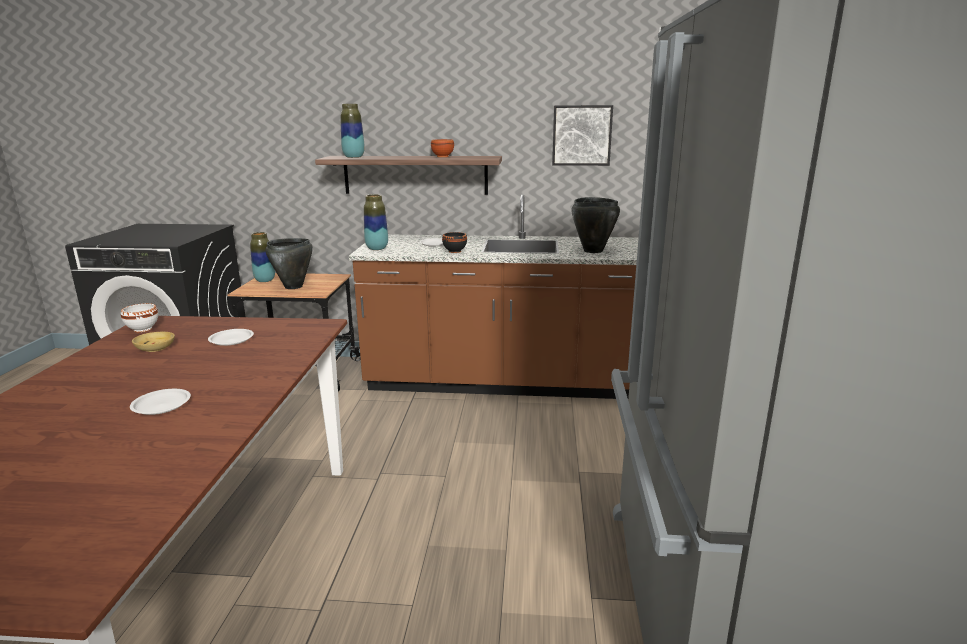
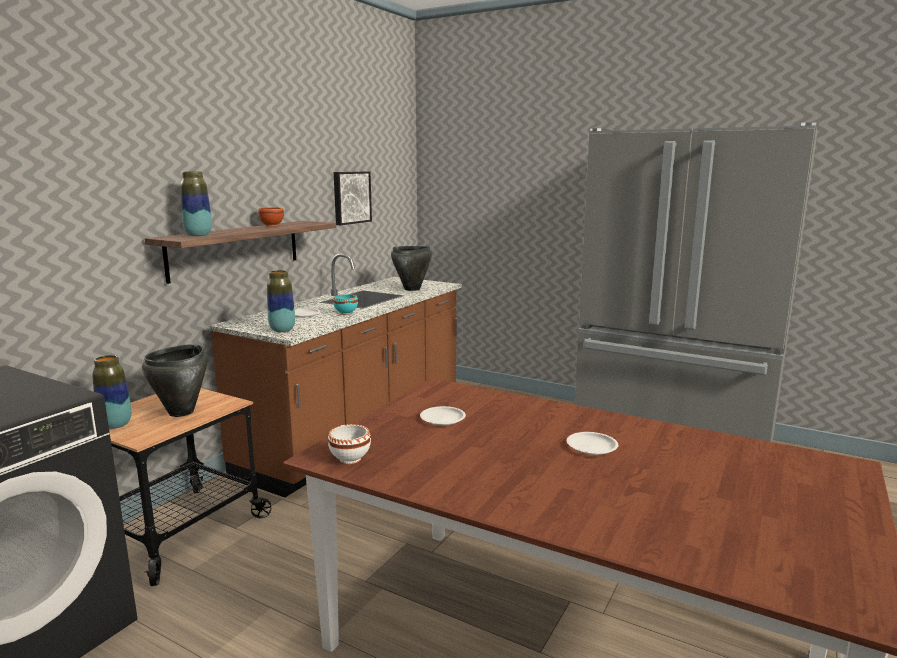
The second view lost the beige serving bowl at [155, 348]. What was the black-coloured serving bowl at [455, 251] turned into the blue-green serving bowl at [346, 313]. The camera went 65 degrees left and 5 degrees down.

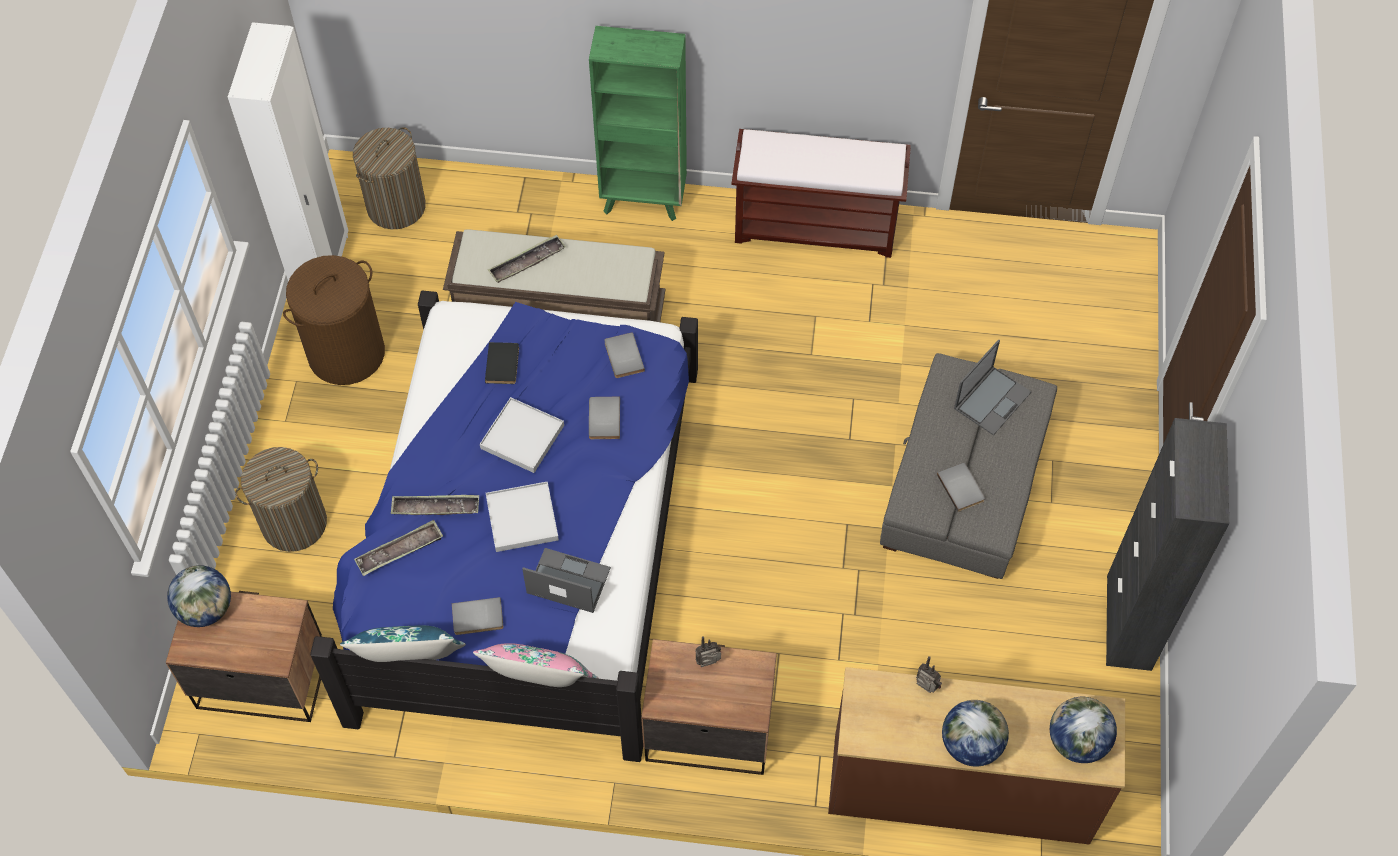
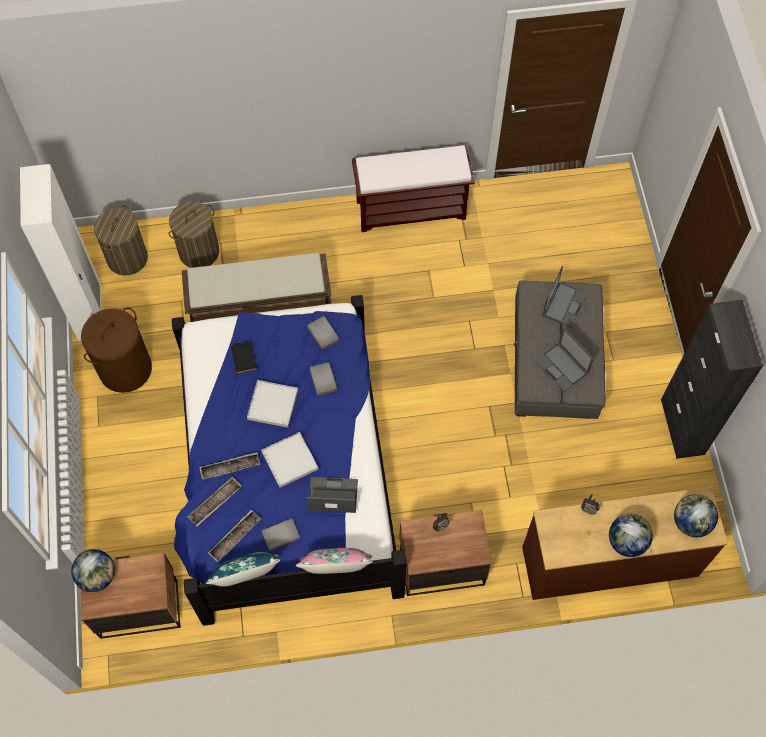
The second view lost the green-coloured bookcase at [644, 200]. The laundry basket ended up elsewhere, having gone from [294, 523] to [199, 252]. The carrying tray ended up elsewhere, having gone from [527, 262] to [235, 537]. Where the grey bound book stood at [962, 487], the notebook computer came to stand at [562, 367]. The camera went 15 degrees left and 5 degrees up.

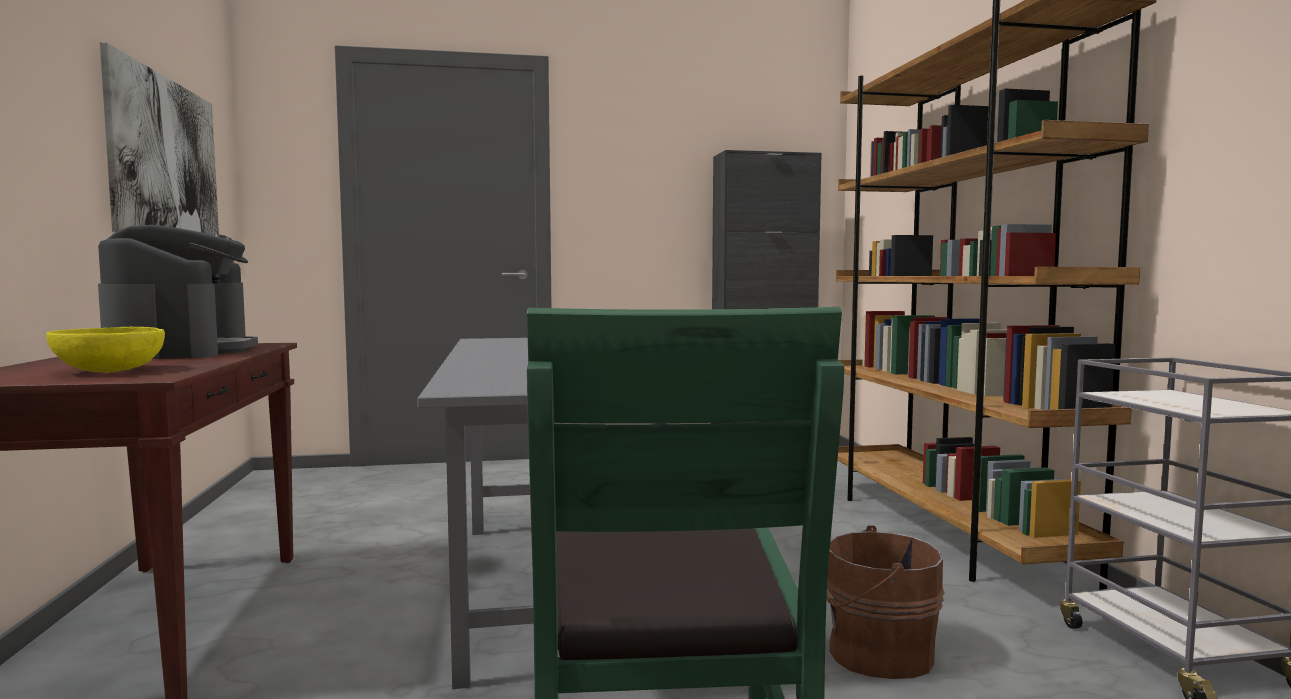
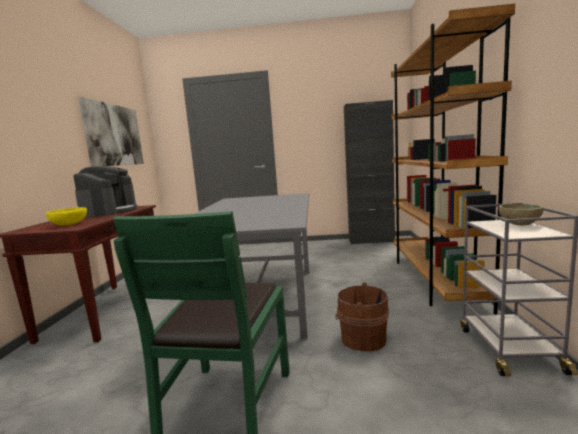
The second view gained the beige serving bowl at [519, 225]. The camera went 15 degrees right and 5 degrees up.

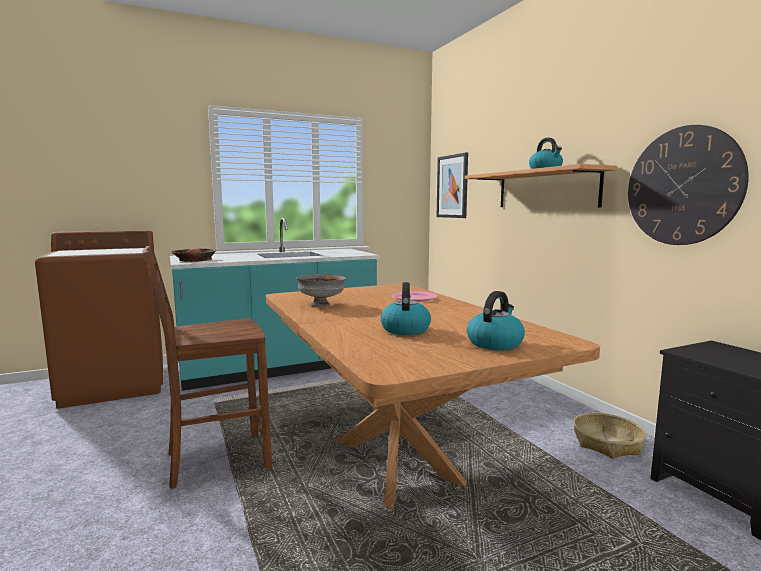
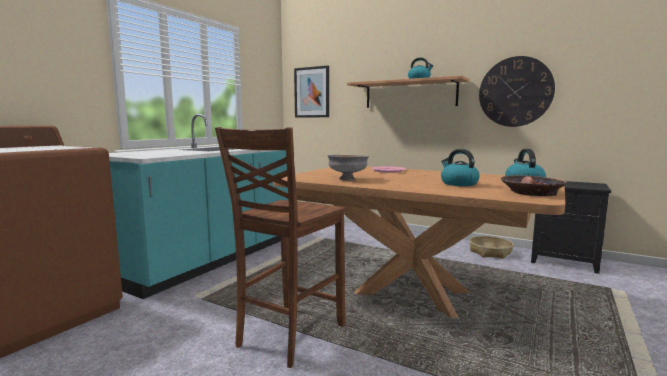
The serving bowl ended up elsewhere, having gone from [194, 260] to [531, 192]. The camera went 35 degrees left and 0 degrees up.

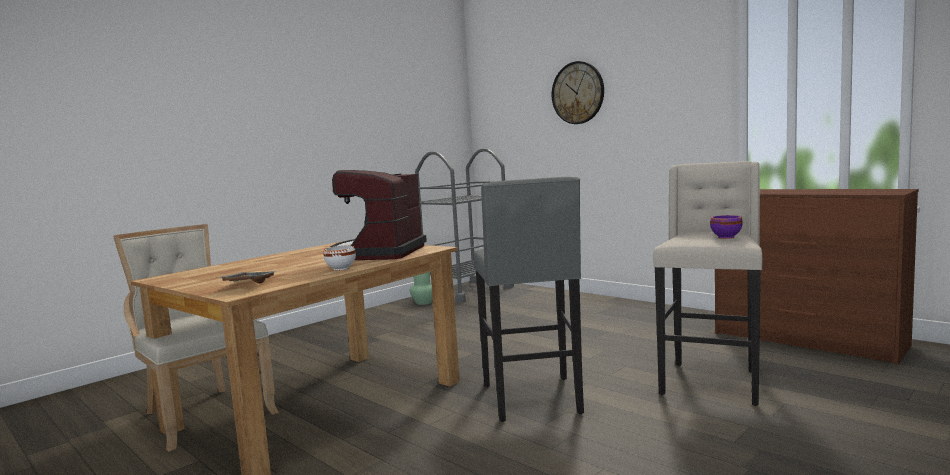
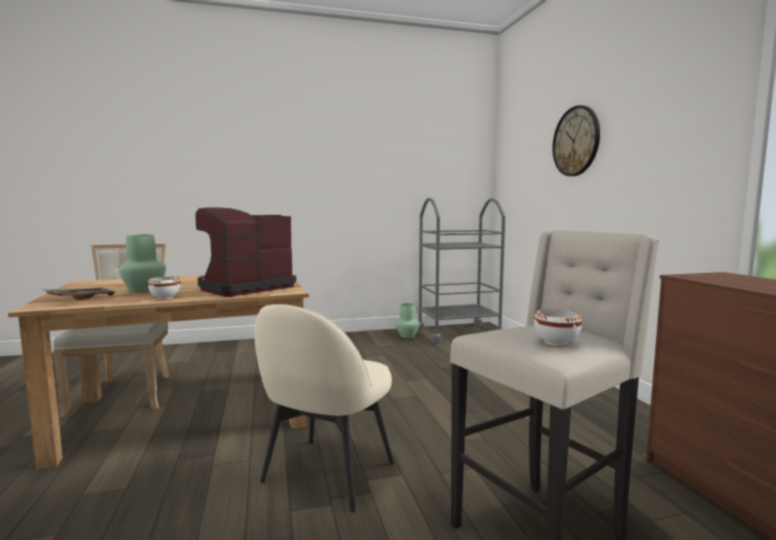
The second view gained the green-coloured decorative vase at [144, 290]. Where the grey stool stood at [533, 400], the beige plain chair came to stand at [326, 474]. What was the purple-coloured serving bowl at [727, 237] turned into the whitish serving bowl at [557, 344]. The camera went 30 degrees right and 0 degrees up.

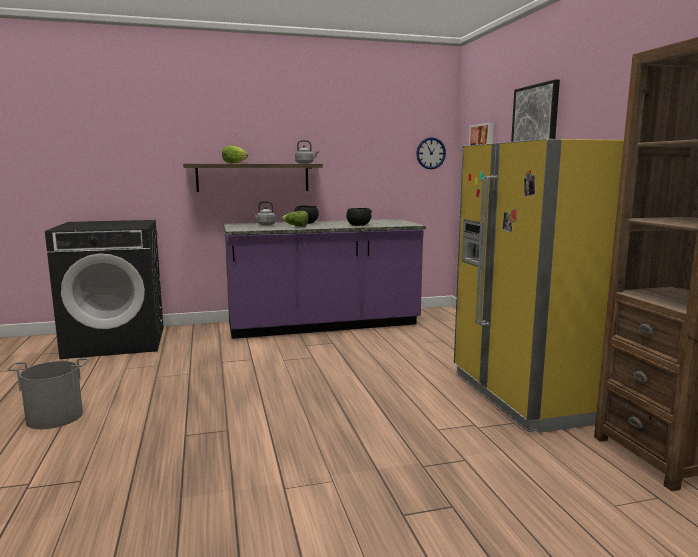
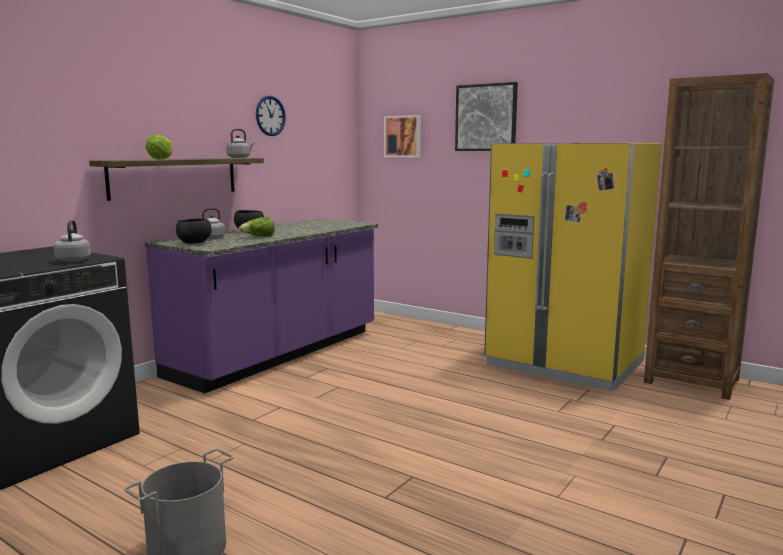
The second view gained the grey tea kettle at [74, 260]. The black-coloured serving bowl ended up elsewhere, having gone from [358, 226] to [194, 243]. The wall clock ended up elsewhere, having gone from [430, 153] to [270, 116]. The camera went 40 degrees left and 0 degrees up.

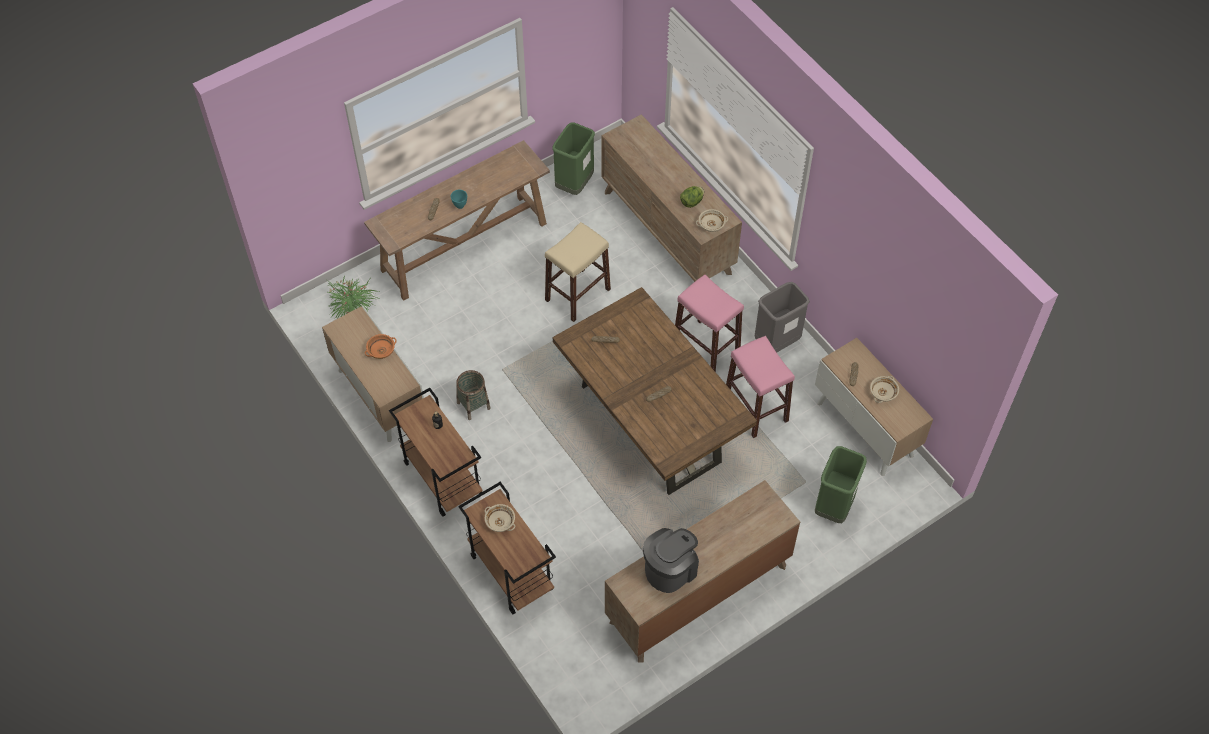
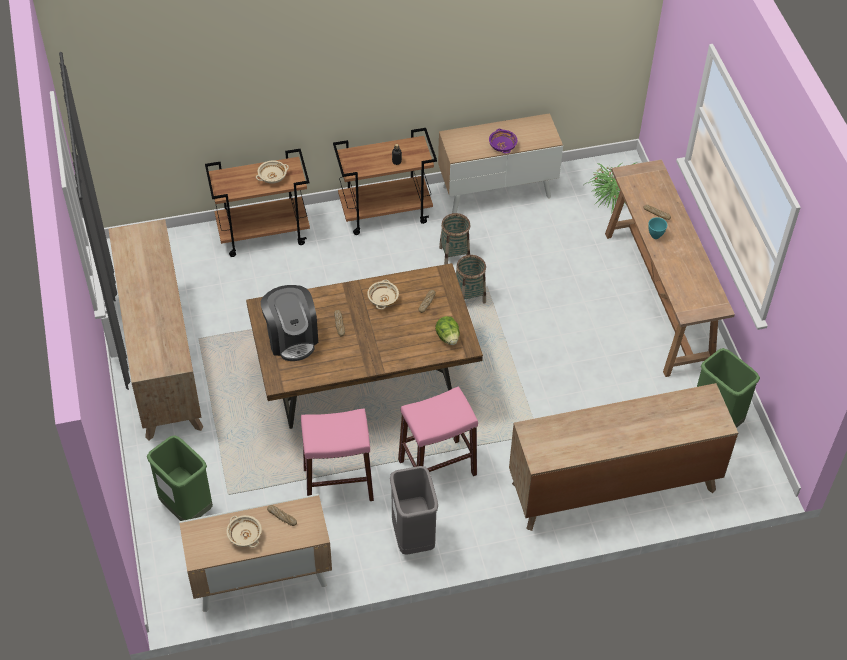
The second view lost the beige stool at [578, 294]. The second view gained the household basket at [469, 296]. The coffee brewer ended up elsewhere, having gone from [670, 569] to [291, 337]. The lettuce head ended up elsewhere, having gone from [691, 202] to [447, 337]. The beige serving bowl ended up elsewhere, having gone from [711, 225] to [383, 299]. What was the orange-coloured serving bowl at [381, 350] turned into the purple-coloured serving bowl at [502, 146]. The camera went 110 degrees right and 5 degrees down.

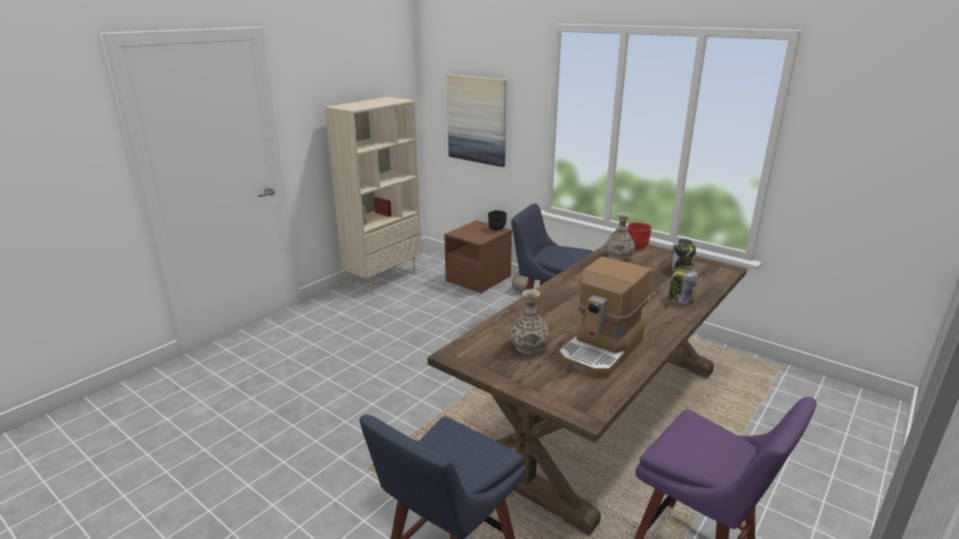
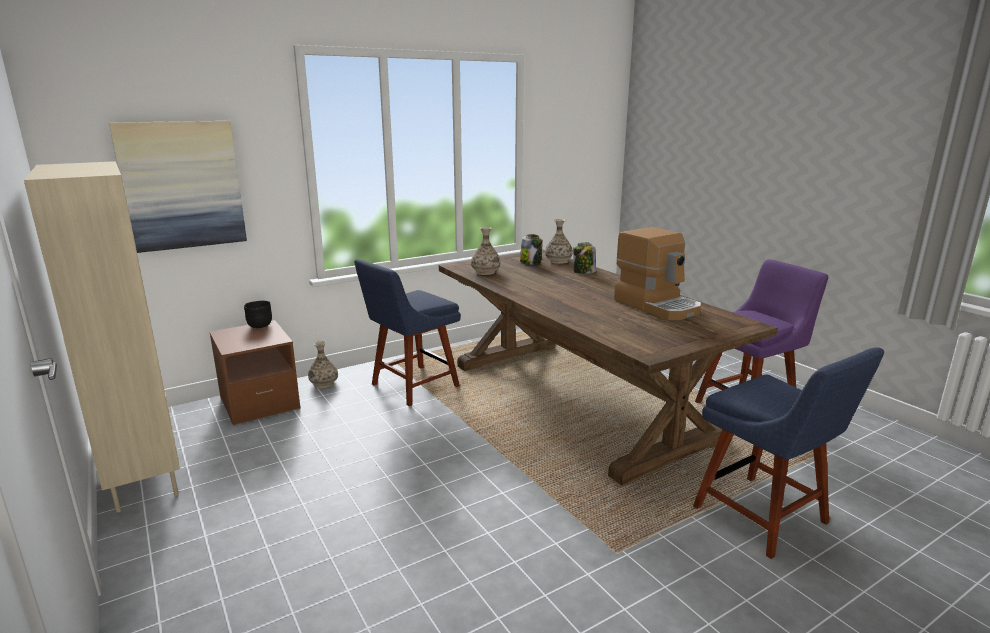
The second view lost the reddish serving bowl at [637, 246]. The decorative vase ended up elsewhere, having gone from [529, 347] to [558, 261]. The camera went 70 degrees left and 5 degrees down.

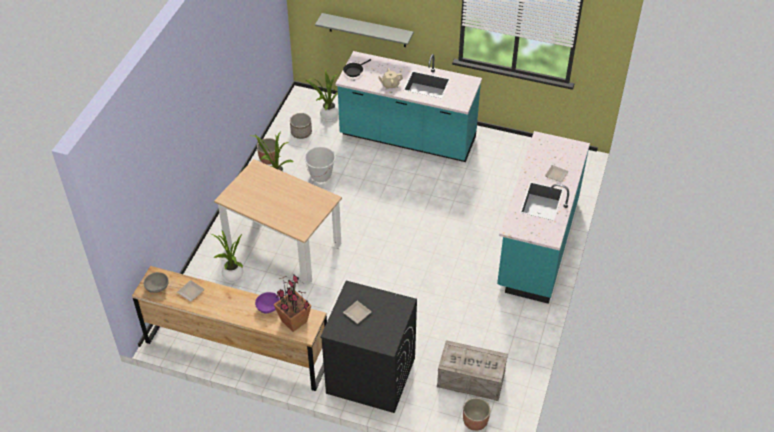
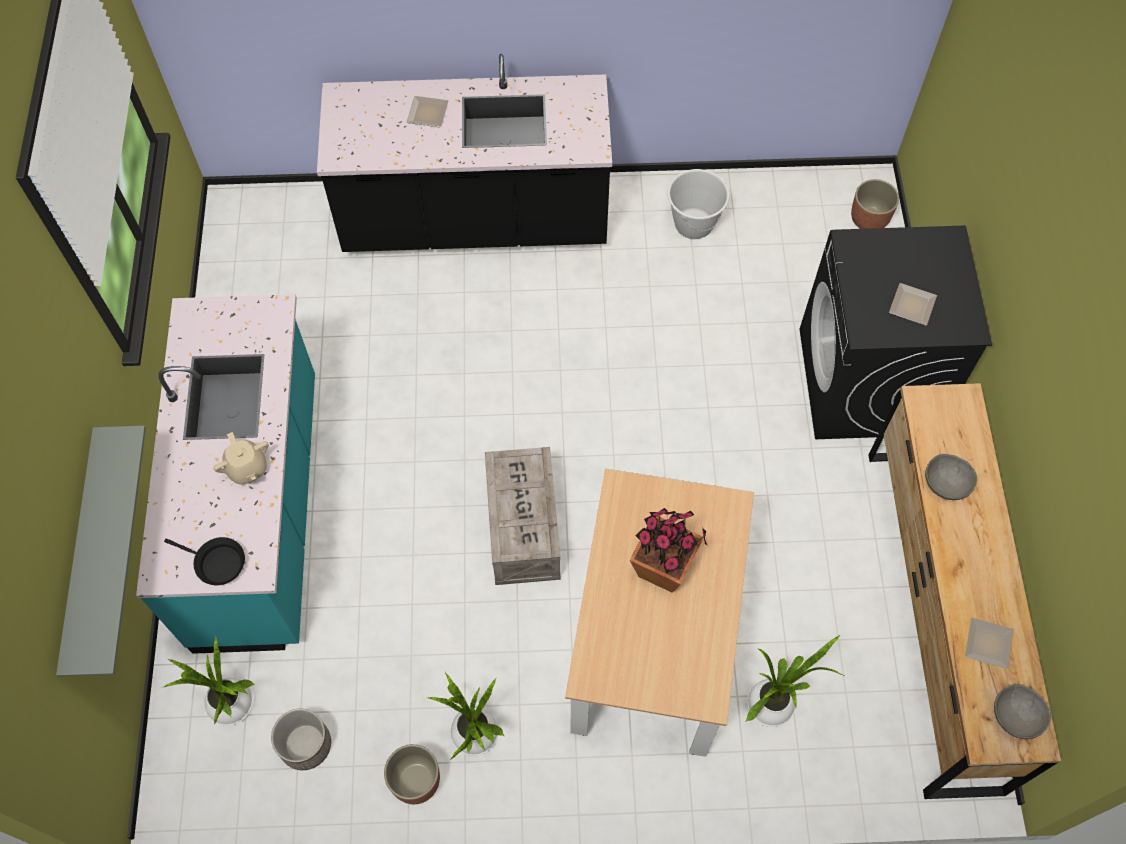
The potted plant ended up elsewhere, having gone from [294, 321] to [664, 569]. The whitish pail ended up elsewhere, having gone from [321, 175] to [693, 224]. The crate ended up elsewhere, having gone from [469, 380] to [524, 529]. What was the purple-coloured serving bowl at [268, 307] turned into the grey serving bowl at [945, 484]. What was the blue-green counter at [537, 243] turned into the black-coloured counter at [475, 222]. The camera went 110 degrees left and 15 degrees up.

